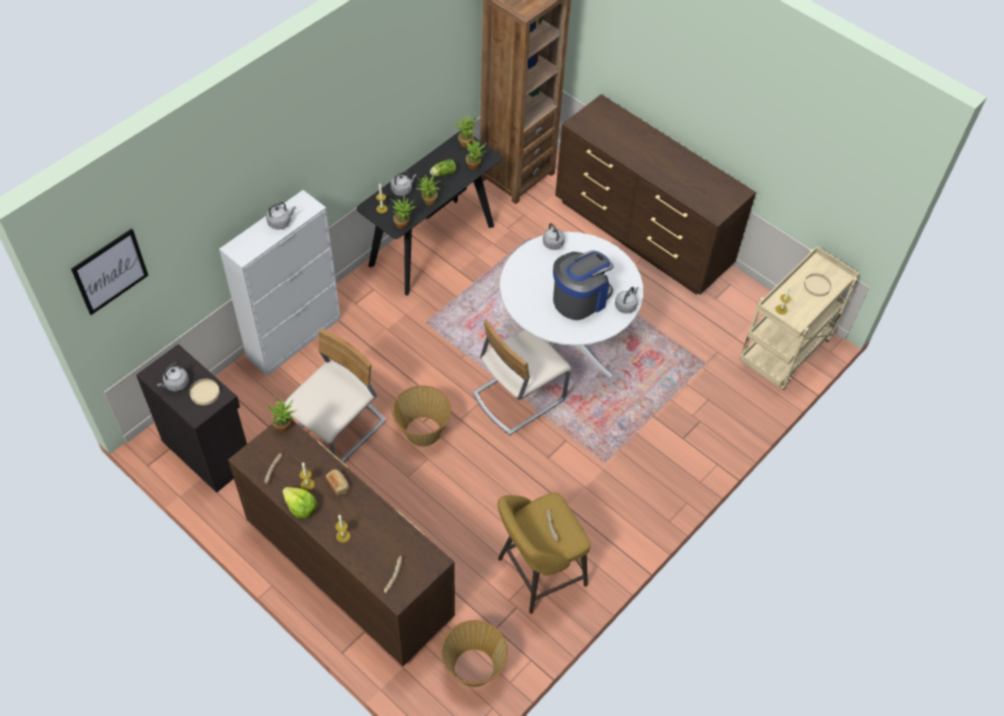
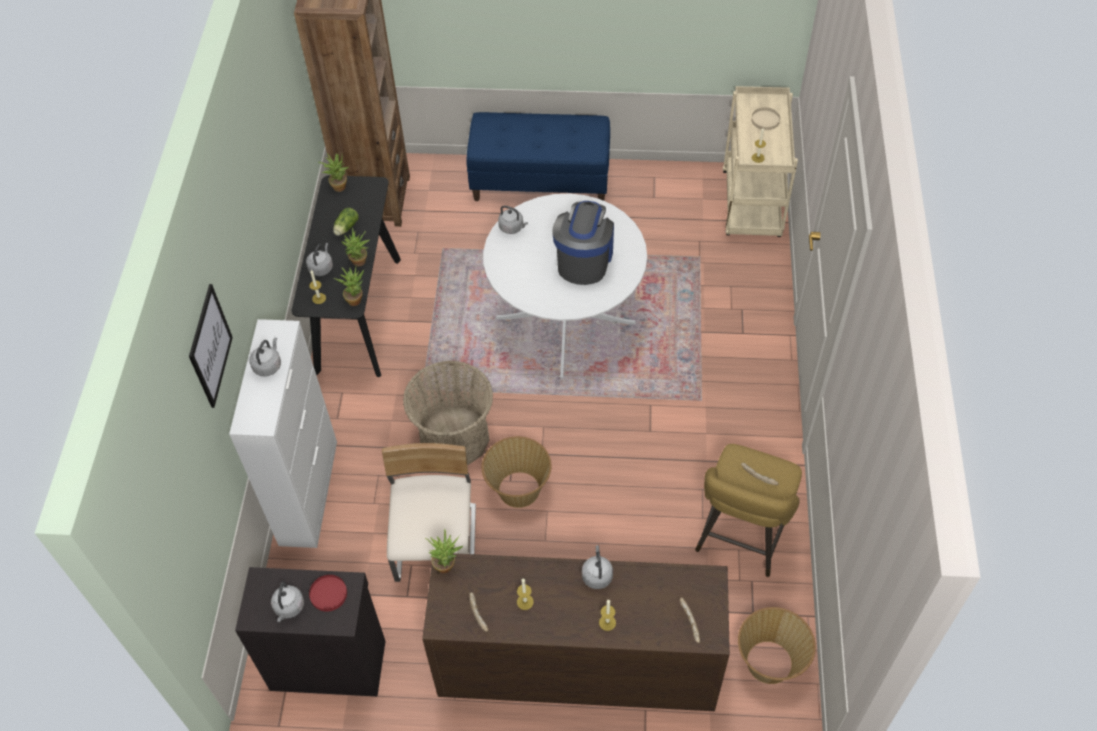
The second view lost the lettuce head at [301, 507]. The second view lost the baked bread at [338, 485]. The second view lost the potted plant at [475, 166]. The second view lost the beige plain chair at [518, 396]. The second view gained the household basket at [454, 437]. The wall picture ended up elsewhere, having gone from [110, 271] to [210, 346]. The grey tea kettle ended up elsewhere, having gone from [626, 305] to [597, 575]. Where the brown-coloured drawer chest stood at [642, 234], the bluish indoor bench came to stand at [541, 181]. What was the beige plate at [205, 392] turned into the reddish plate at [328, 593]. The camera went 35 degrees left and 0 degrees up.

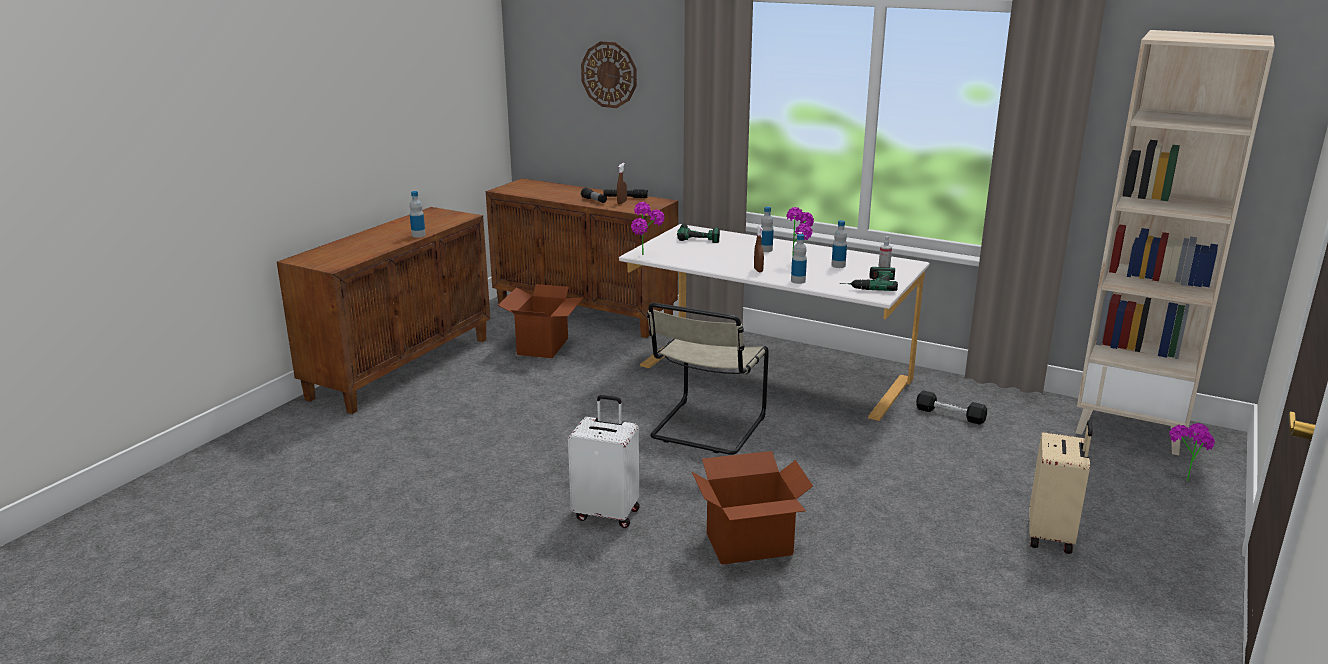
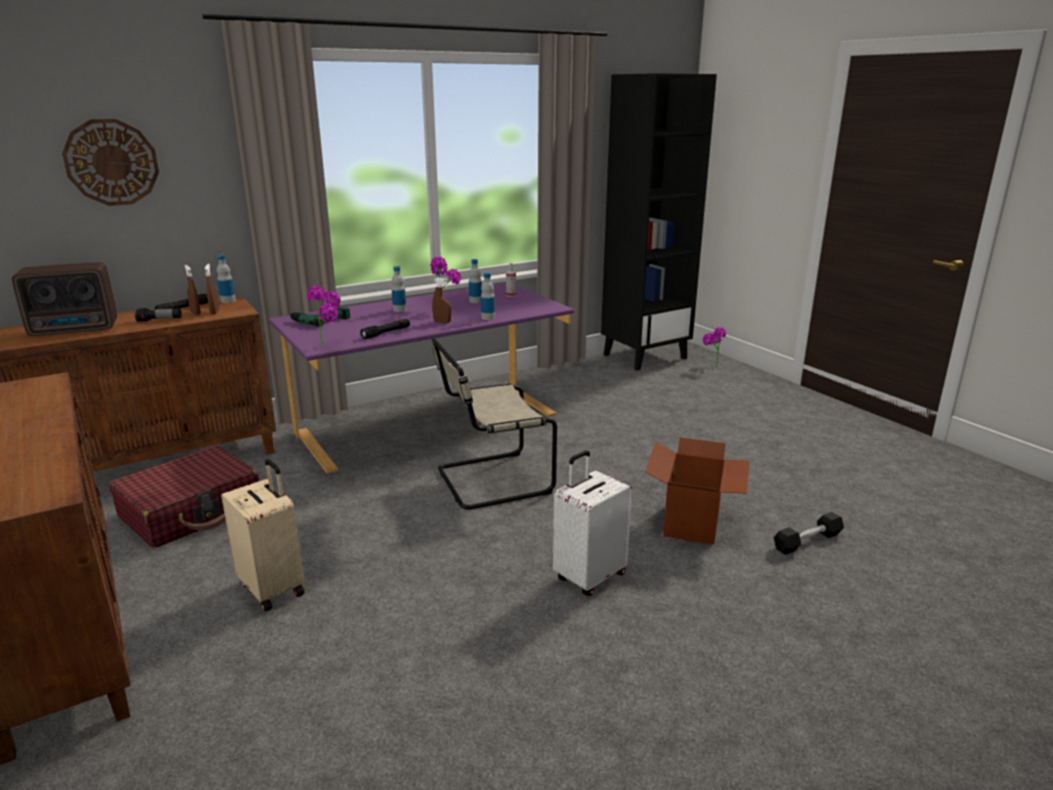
The second view lost the power drill at [867, 284]. The second view gained the radio at [76, 330]. The second view gained the brown-coloured spray bottle at [214, 312]. The second view gained the black-coloured torch at [386, 333]. The beverage bottle ended up elsewhere, having gone from [418, 235] to [228, 301]. The black-coloured hand weight ended up elsewhere, having gone from [950, 415] to [807, 541]. The beige travel case ended up elsewhere, having gone from [1052, 536] to [273, 588]. Where the cardboard box stood at [543, 346], the reddish travel case came to stand at [192, 511]. What was the whitish desk table at [768, 375] turned into the purple-coloured desk table at [431, 426]. What was the beige bookcase at [1131, 427] turned into the black-coloured bookcase at [645, 356]. The beige plain chair at [706, 429] ended up facing another way, 105 degrees clockwise from before. The camera went 60 degrees left and 0 degrees up.

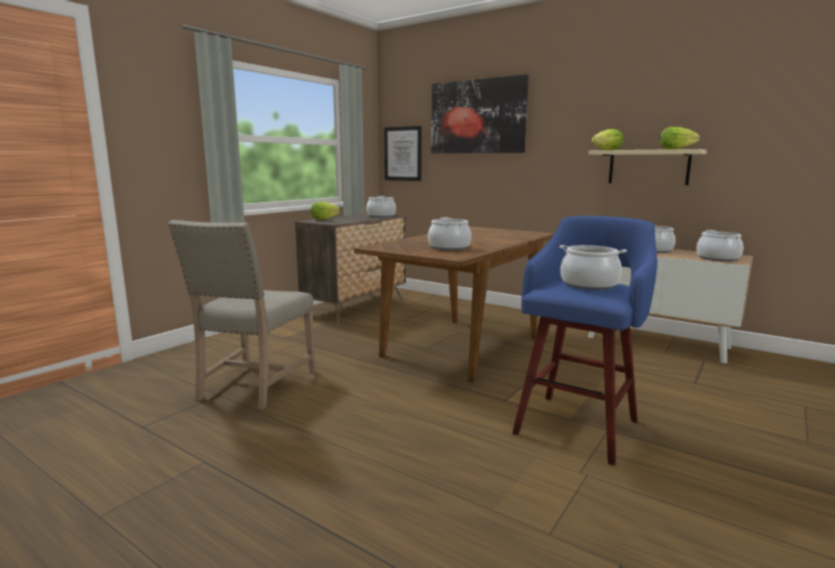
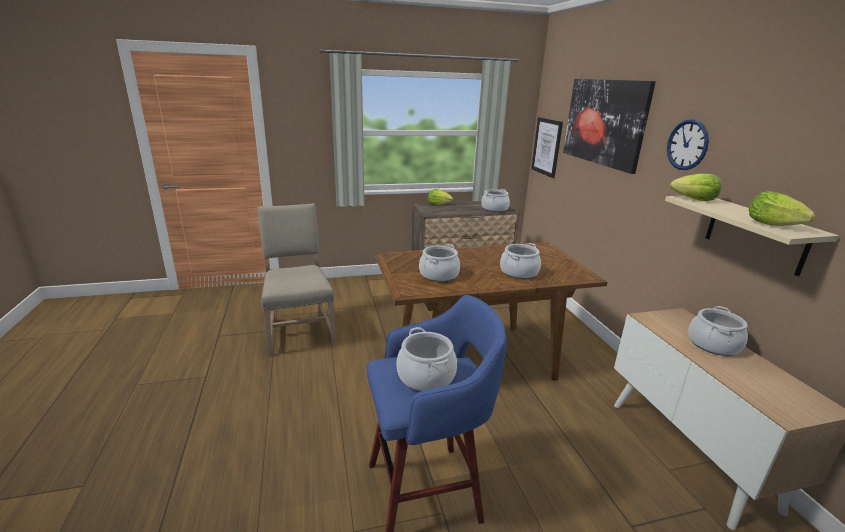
The second view gained the wall clock at [687, 145]. The cooking pot ended up elsewhere, having gone from [718, 258] to [519, 272]. The beige plain chair at [254, 385] ended up facing another way, 105 degrees clockwise from before. The camera went 40 degrees right and 10 degrees up.

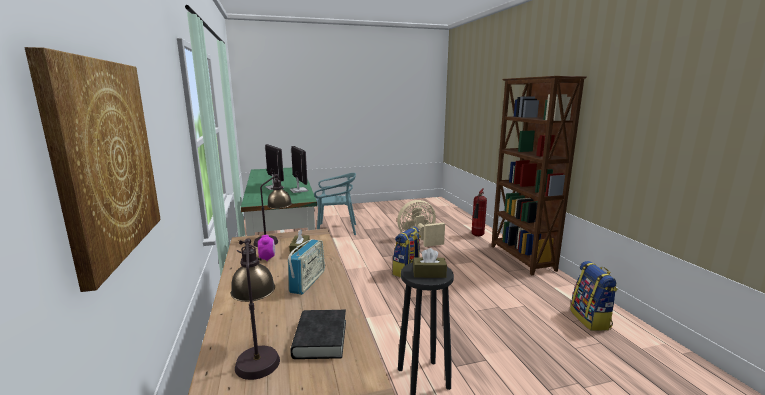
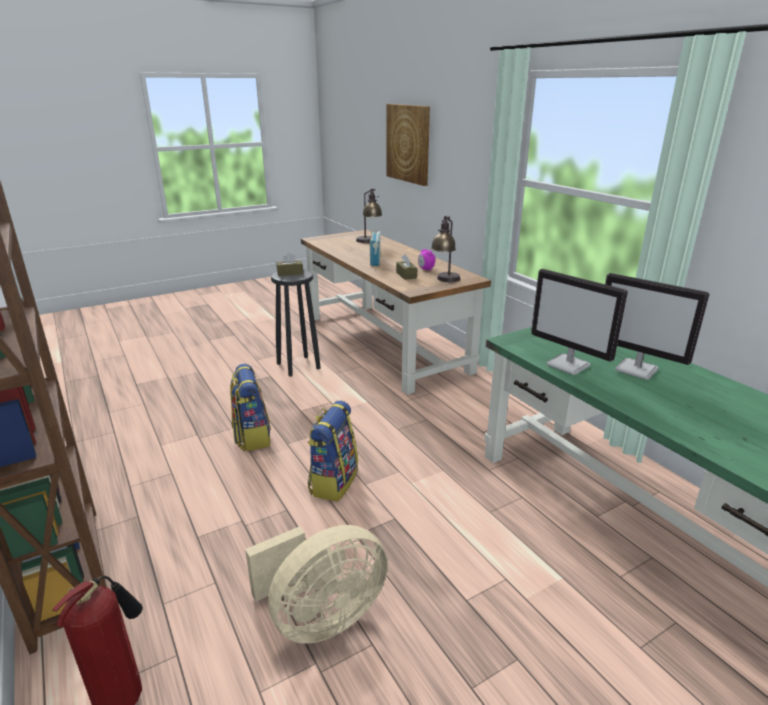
The second view lost the black-coloured bound book at [320, 338]. The second view lost the blue-green plain chair at [336, 230]. The rucksack ended up elsewhere, having gone from [590, 319] to [252, 436]. The camera went 165 degrees right and 10 degrees up.

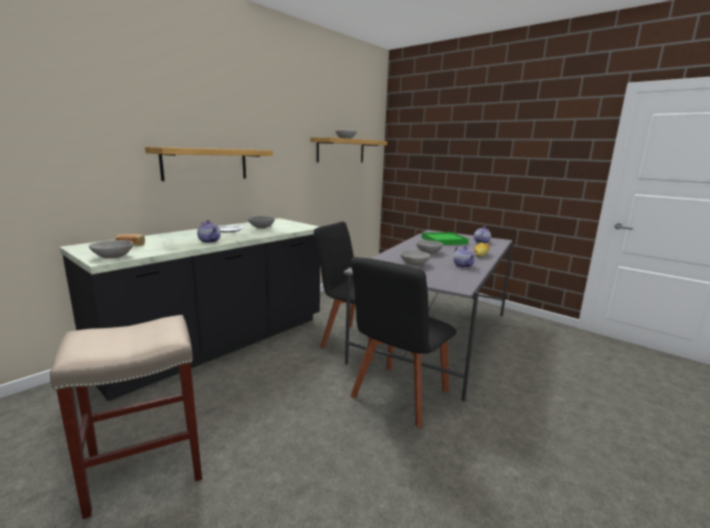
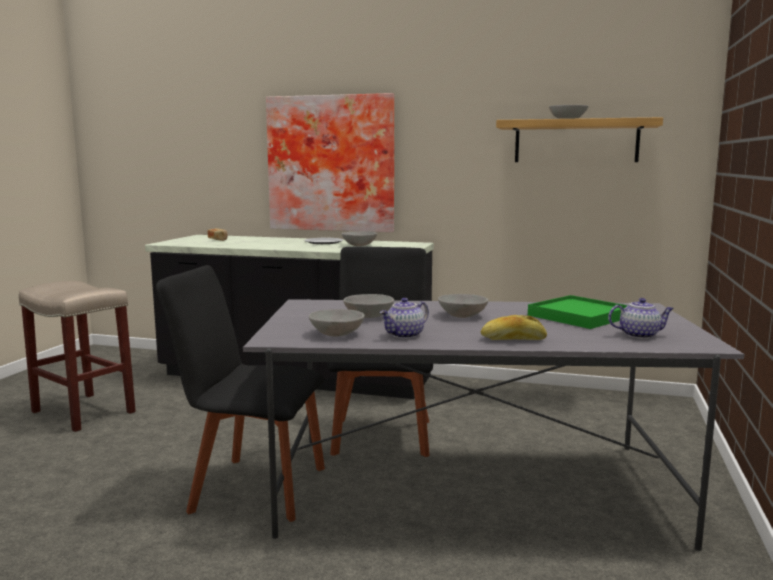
The second view lost the teapot at [210, 241]. The grey serving bowl ended up elsewhere, having gone from [113, 257] to [336, 334]. Where the wall shelf hung at [205, 164], the wall picture came to hang at [332, 163]. The camera went 65 degrees right and 5 degrees down.

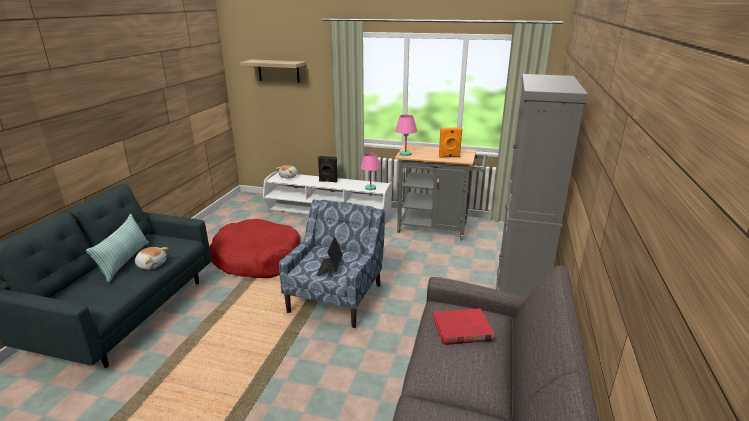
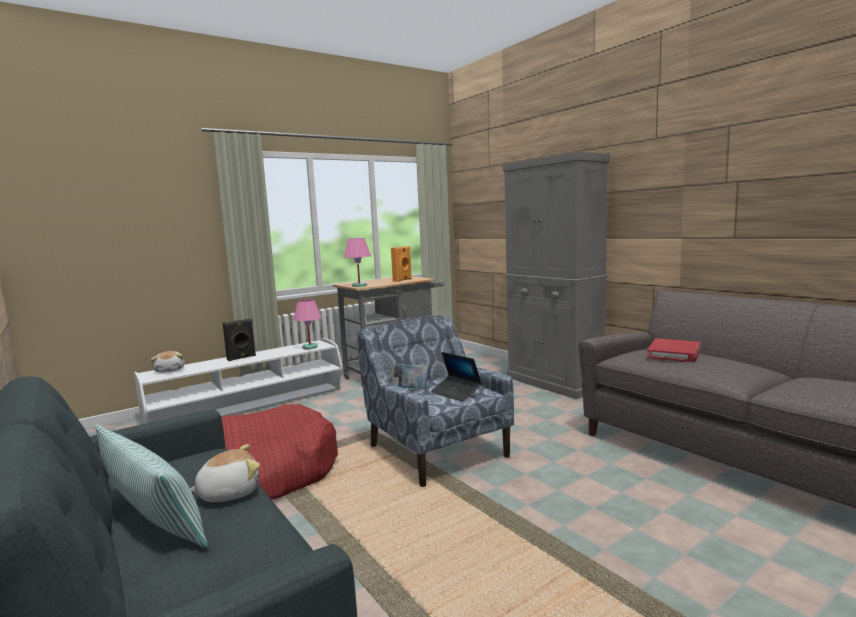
The second view lost the wall shelf at [278, 71]. The second view gained the bound book at [410, 390]. The camera went 50 degrees left and 15 degrees down.

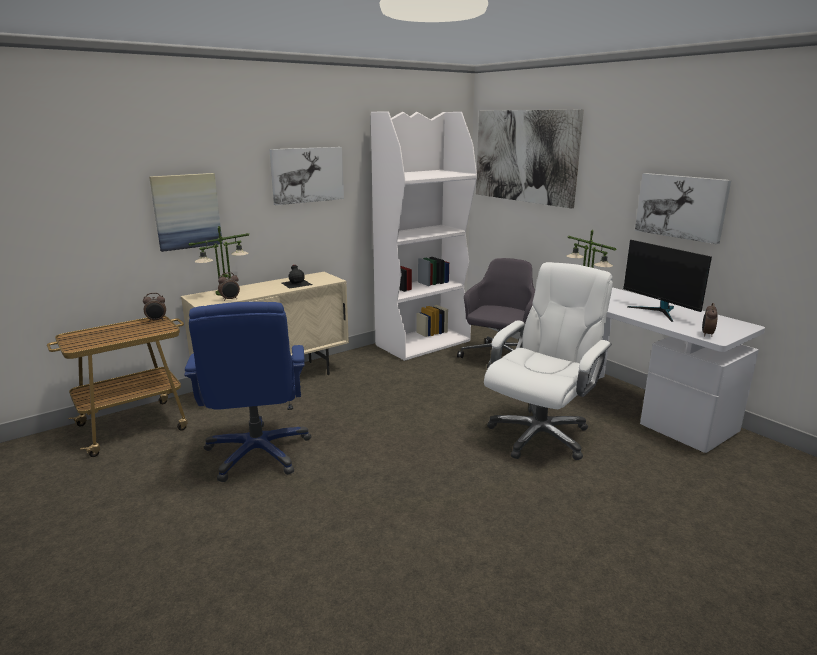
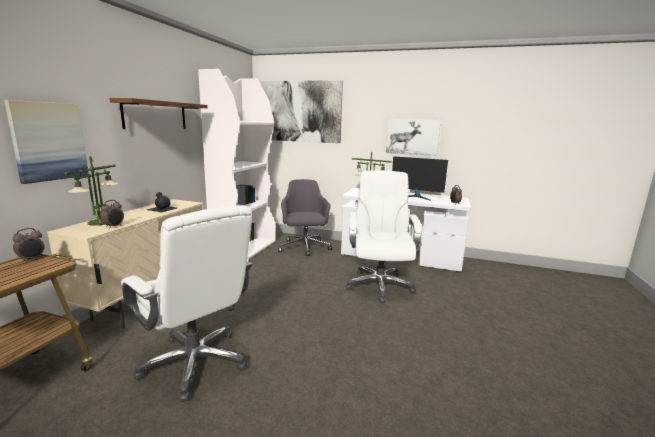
Where the wall picture hung at [307, 175], the brown-coloured wall shelf came to hang at [155, 115]. What was the bluish computer chair at [258, 453] turned into the whitish computer chair at [195, 363]. The camera went 35 degrees left and 5 degrees down.

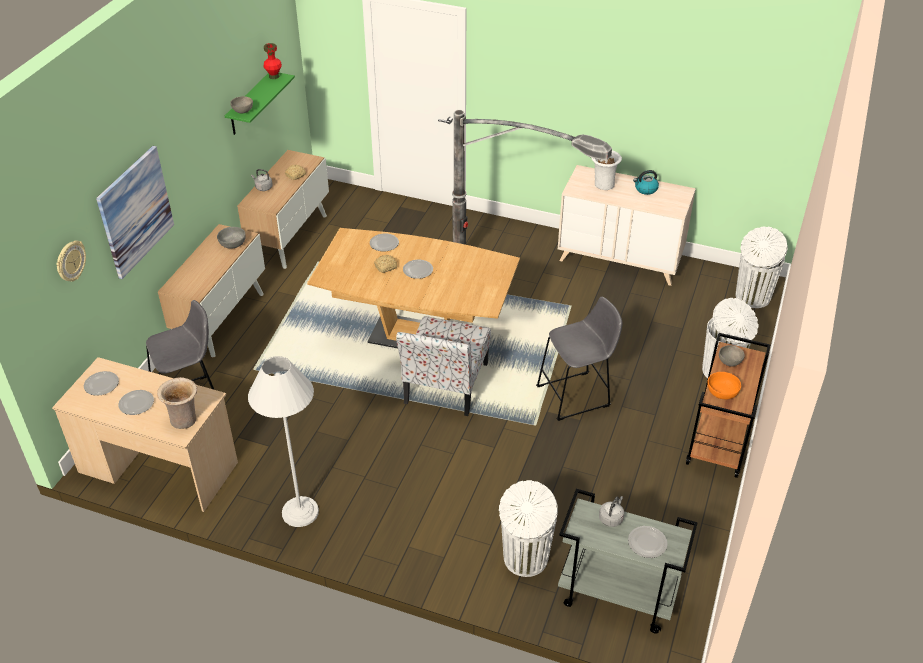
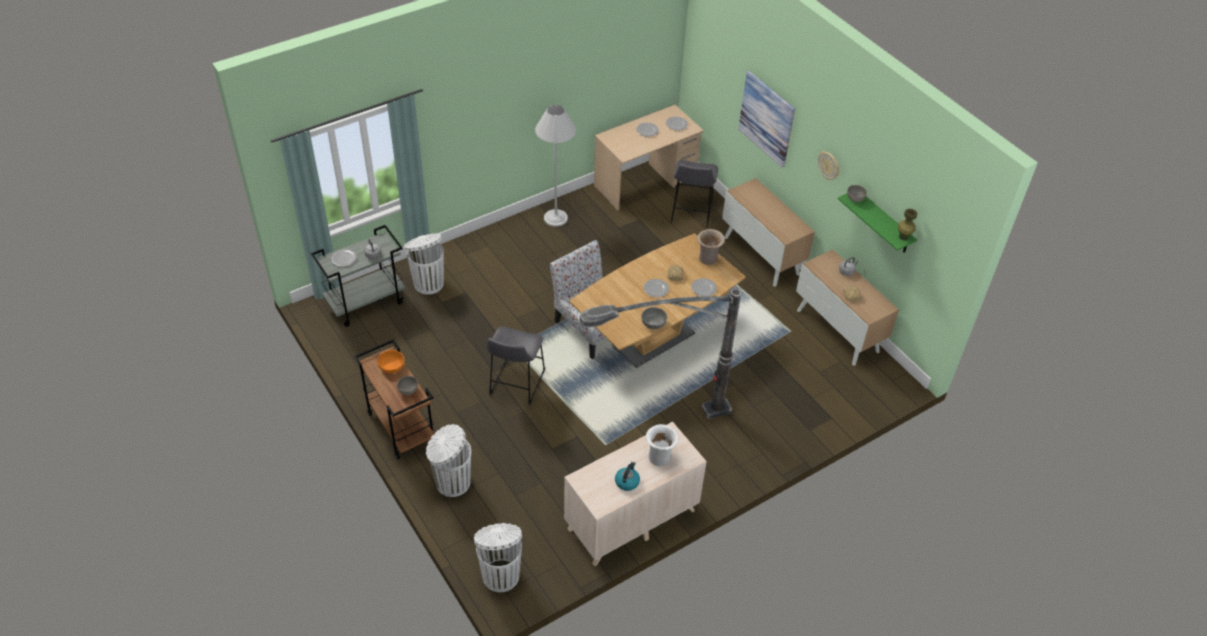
The wall clock ended up elsewhere, having gone from [70, 261] to [829, 166]. The beige decorative vase ended up elsewhere, having gone from [184, 419] to [708, 259]. The grey serving bowl ended up elsewhere, having gone from [232, 243] to [653, 323]. What was the reddish decorative vase at [274, 76] turned into the green-coloured decorative vase at [903, 236]. The camera went 125 degrees right and 5 degrees up.

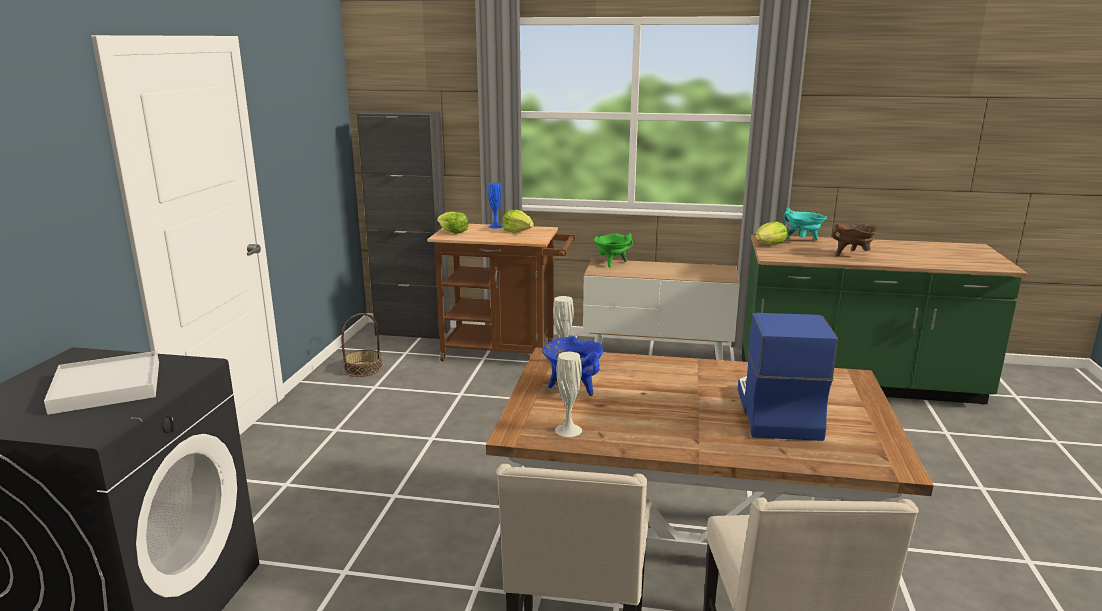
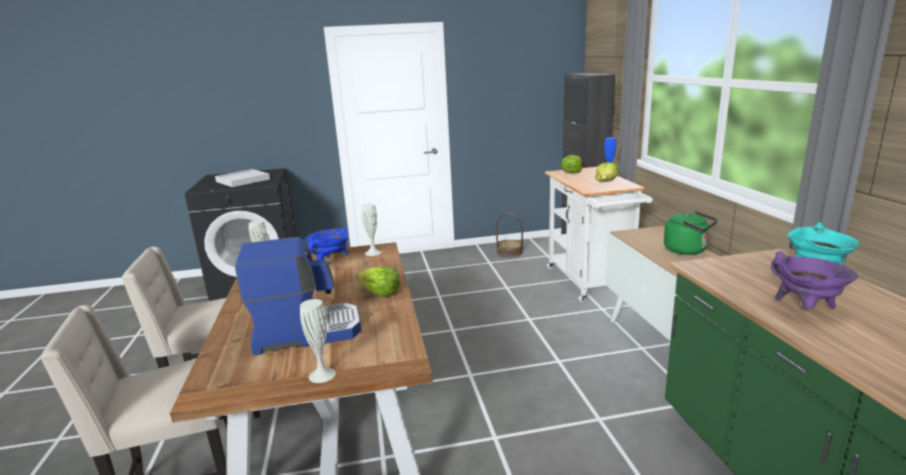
The second view lost the green-coloured cooking pot at [611, 263]. The second view gained the whitish decorative vase at [322, 375]. The second view gained the green-coloured tea kettle at [688, 250]. The lettuce head ended up elsewhere, having gone from [769, 245] to [379, 293]. What was the brown-coloured cart at [506, 353] turned into the whitish cart at [590, 283]. What was the brown-coloured cooking pot at [852, 254] turned into the purple-coloured cooking pot at [806, 309]. The camera went 70 degrees right and 0 degrees up.

